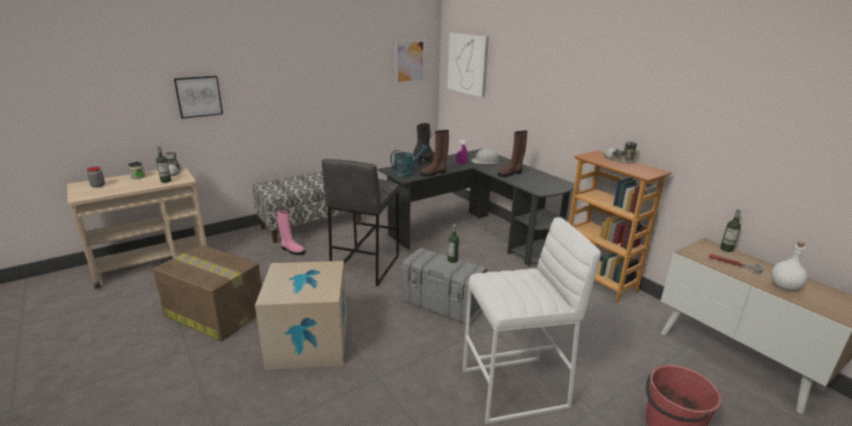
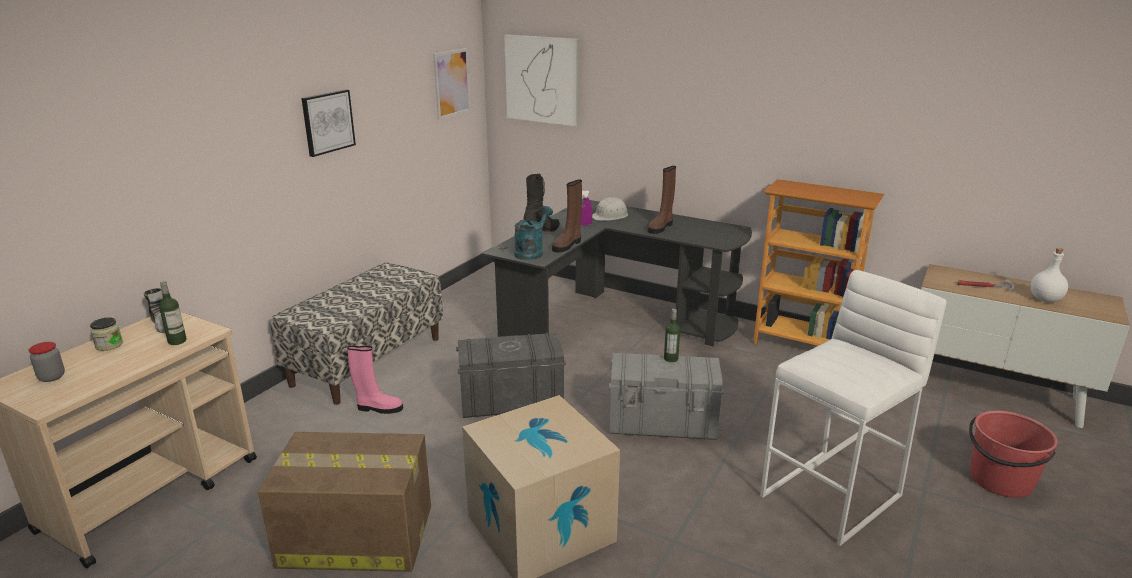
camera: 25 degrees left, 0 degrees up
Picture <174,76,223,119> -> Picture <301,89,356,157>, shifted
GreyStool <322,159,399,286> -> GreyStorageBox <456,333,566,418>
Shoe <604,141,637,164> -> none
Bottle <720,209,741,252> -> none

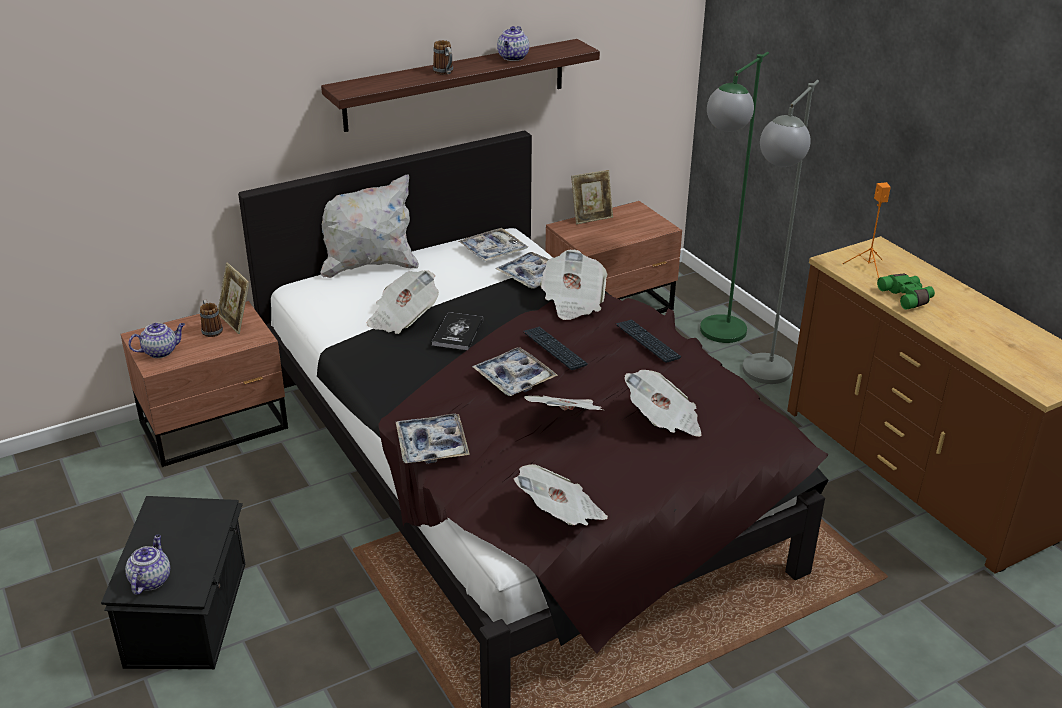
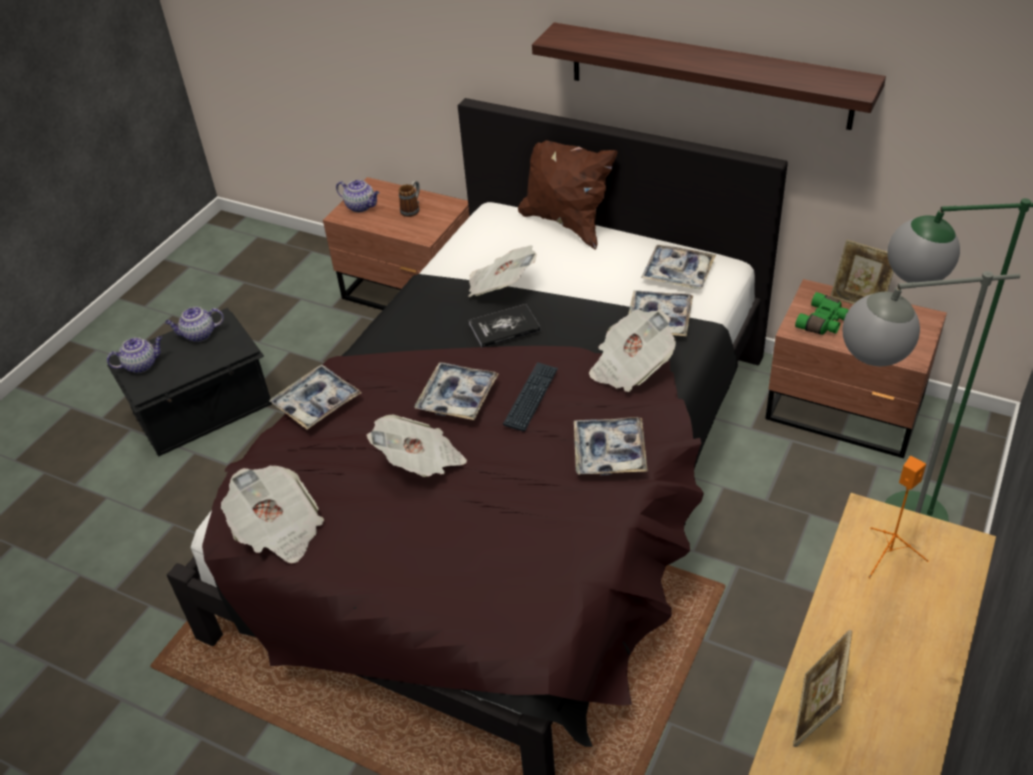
camera: 60 degrees right, 10 degrees up
PictureFrame <218,263,249,334> -> PictureFrame <793,630,852,747>, shifted
WhitePillow <321,175,419,278> -> BrownPillow <518,140,618,249>
Mug <433,40,453,75> -> none
Teapot <497,26,529,61> -> Teapot <165,307,224,342>, shifted
Keyboard <615,320,681,363> -> Tray <574,417,648,476>
Newspaper <624,370,702,437> -> none
GreenBinoculars <877,274,935,310> -> GreenBinoculars <795,292,849,335>, shifted

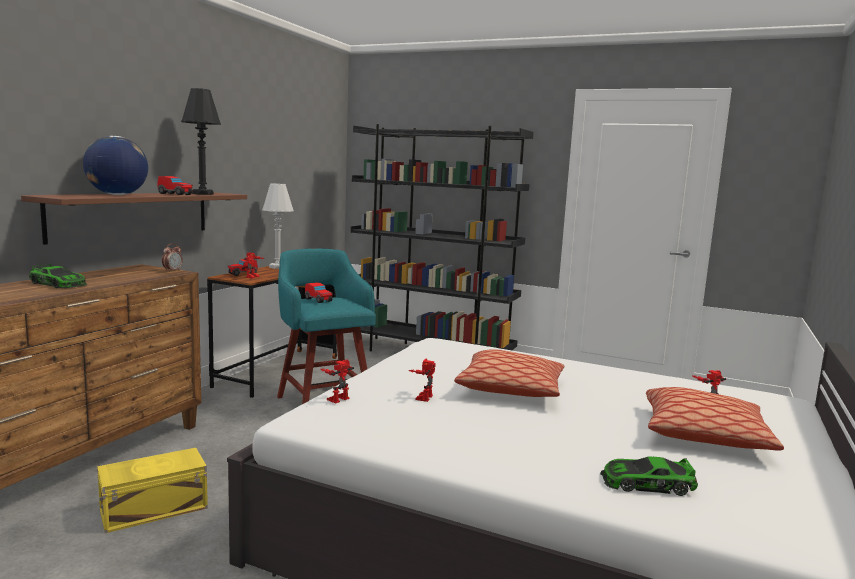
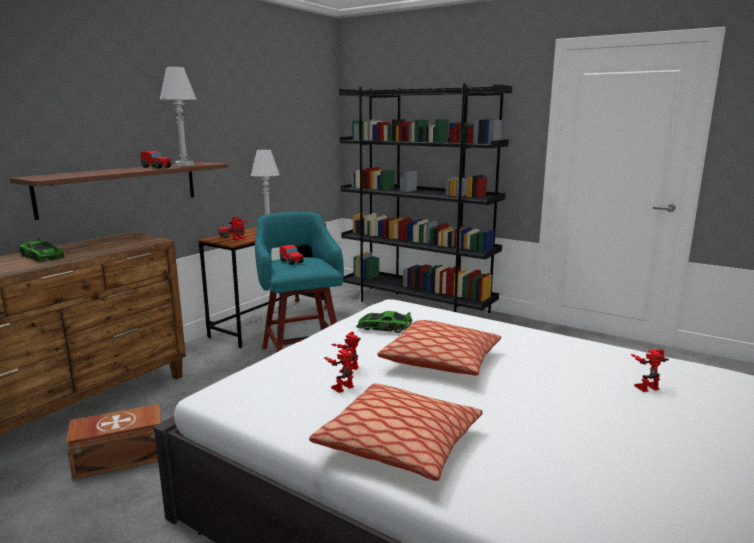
camera: 10 degrees right, 5 degrees up
Globe <83,136,148,195> -> none
YellowStorageBox <97,448,208,533> -> BrownStorageBox <66,404,161,480>
AlarmClock <162,243,183,272> -> none
BlackTableLamp <181,88,221,195> -> WhiteTableLamp <160,67,196,166>
ToyRobot <321,360,354,403> -> ToyRobot <324,347,358,393>, shifted
ToyCar <600,457,698,496> -> ToyCar <356,311,412,333>, shifted
Pillow <646,387,784,451> -> Pillow <309,383,483,481>, shifted

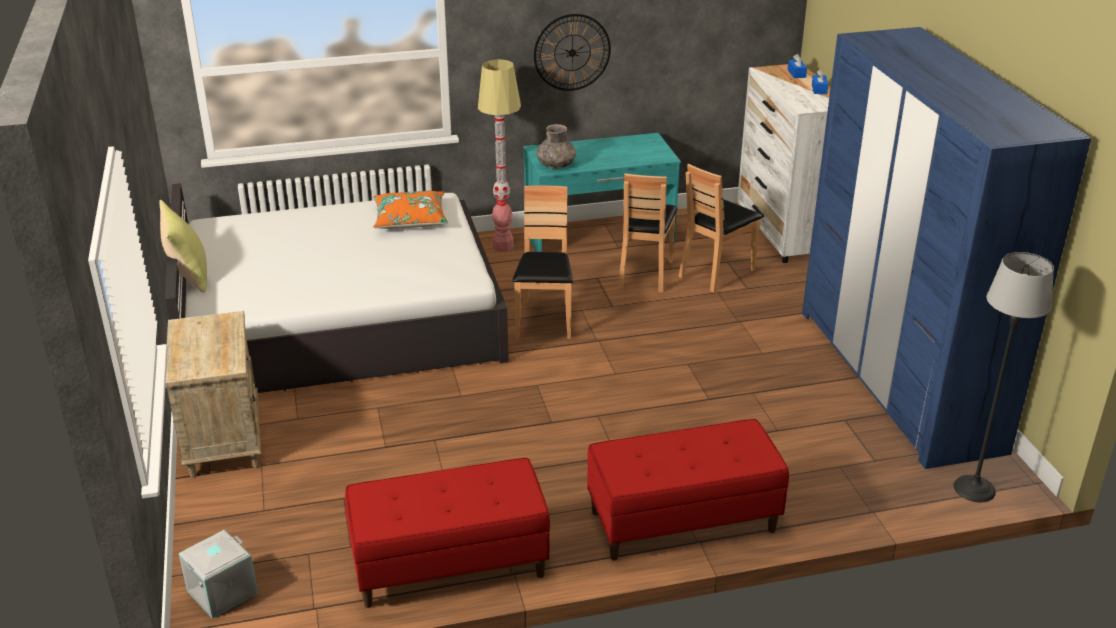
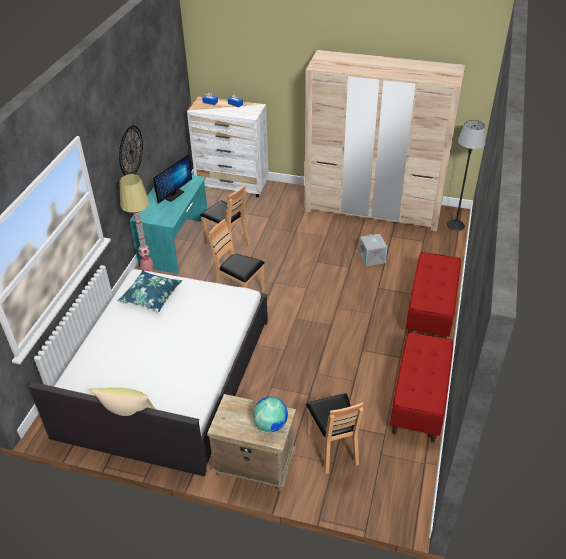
camera: 60 degrees left, 10 degrees up
GreyStorageBox <179,530,258,619> -> GreyStorageBox <359,234,387,266>, shifted
OrangePillow <373,191,448,229> -> BluePillow <118,270,182,312>
GreyVase <537,124,576,168> -> none
BrownChair <679,164,763,293> -> BrownChair <306,393,363,474>, shifted
BlueWardrobe <802,27,1091,469> -> BeigeWardrobe <305,50,465,231>
none -> Monitor <153,154,192,204>
none -> Globe <253,397,288,432>

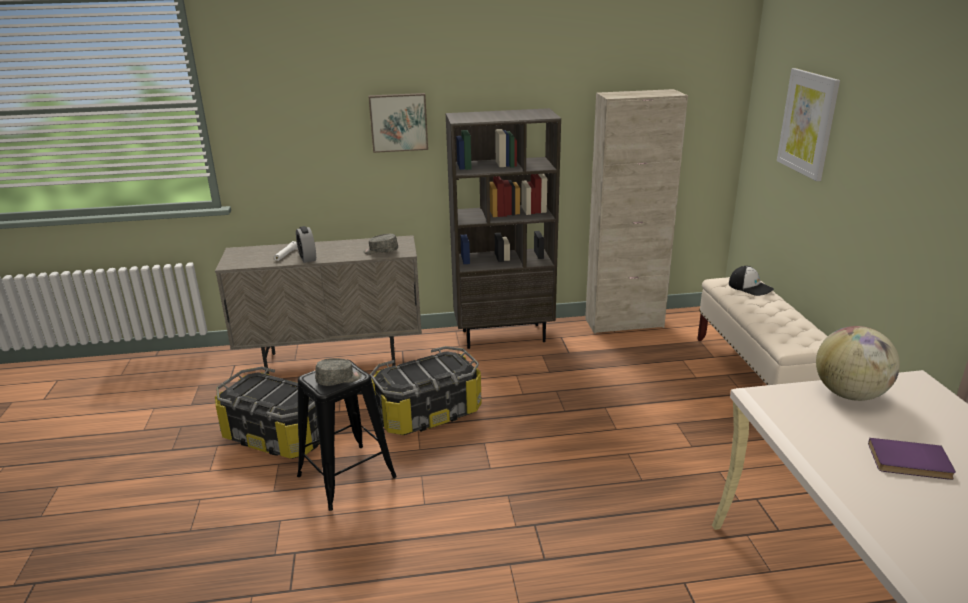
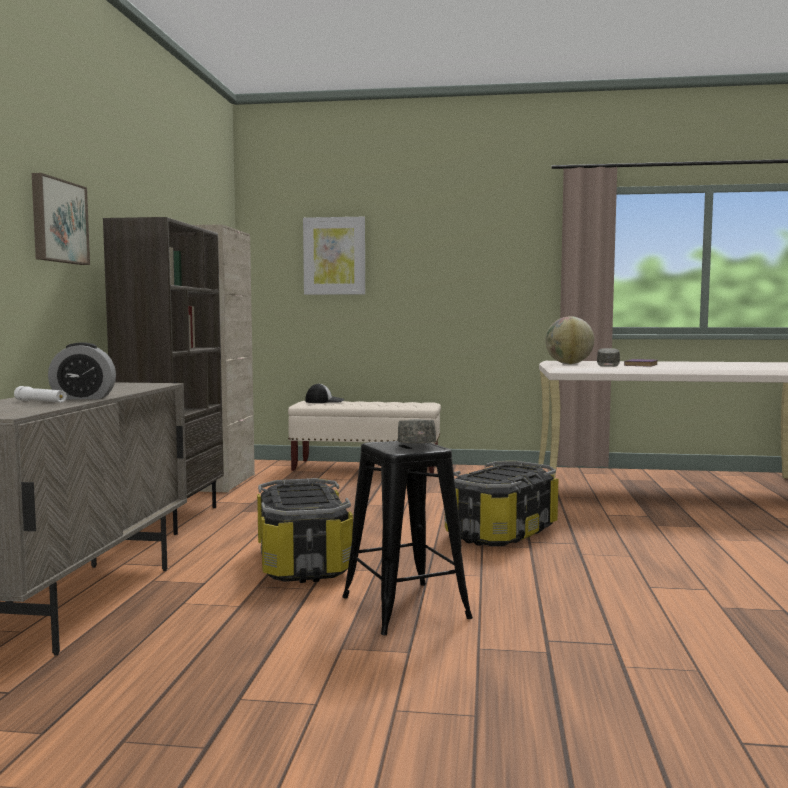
camera: 75 degrees left, 20 degrees down
StorageBox <215,367,320,459> -> StorageBox <444,461,558,546>, shifted
GreyCap <363,234,398,255> -> GreyCap <597,348,620,367>, shifted

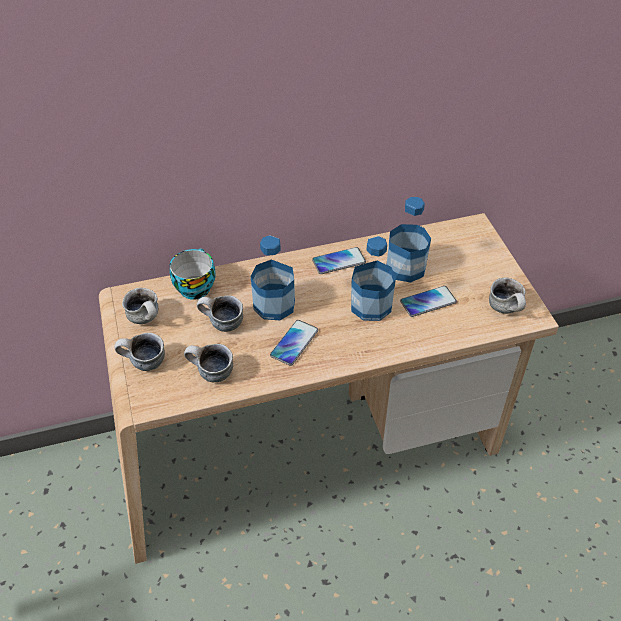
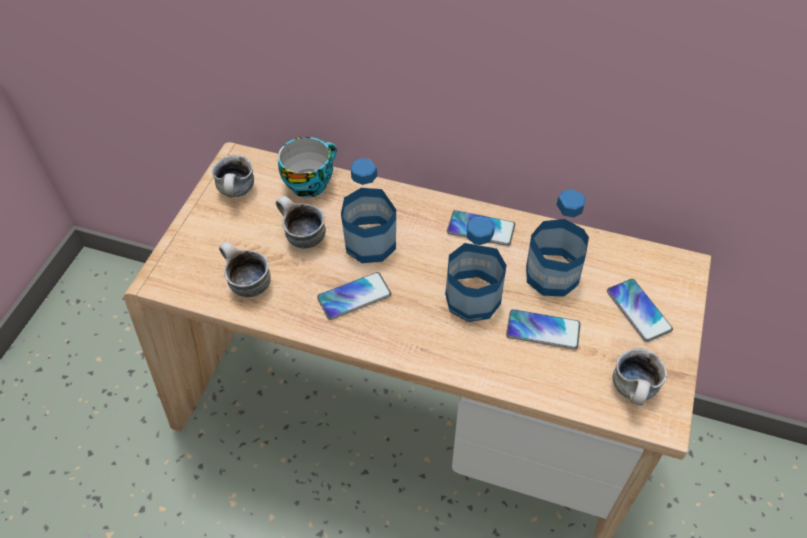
camera: 35 degrees right, 5 degrees up
Mug <114,333,165,371> -> none
none -> Phone <607,279,673,342>

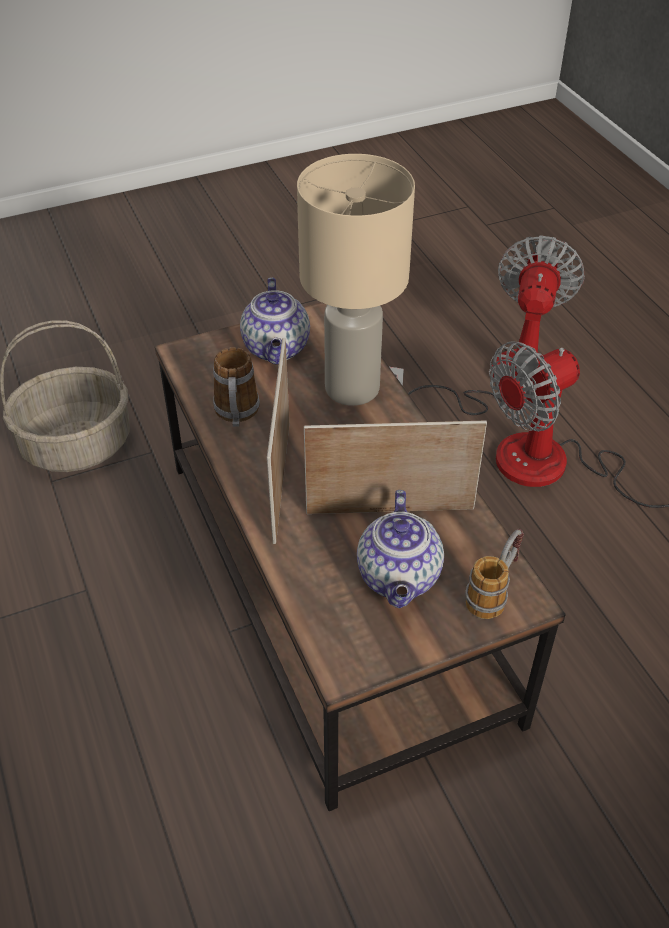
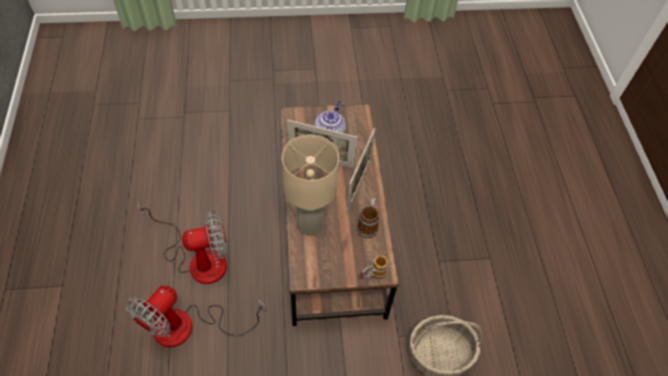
camera: 165 degrees left, 10 degrees up
Teapot <240,277,310,364> -> none
Mug <465,529,524,619> -> Mug <360,255,389,279>, shifted

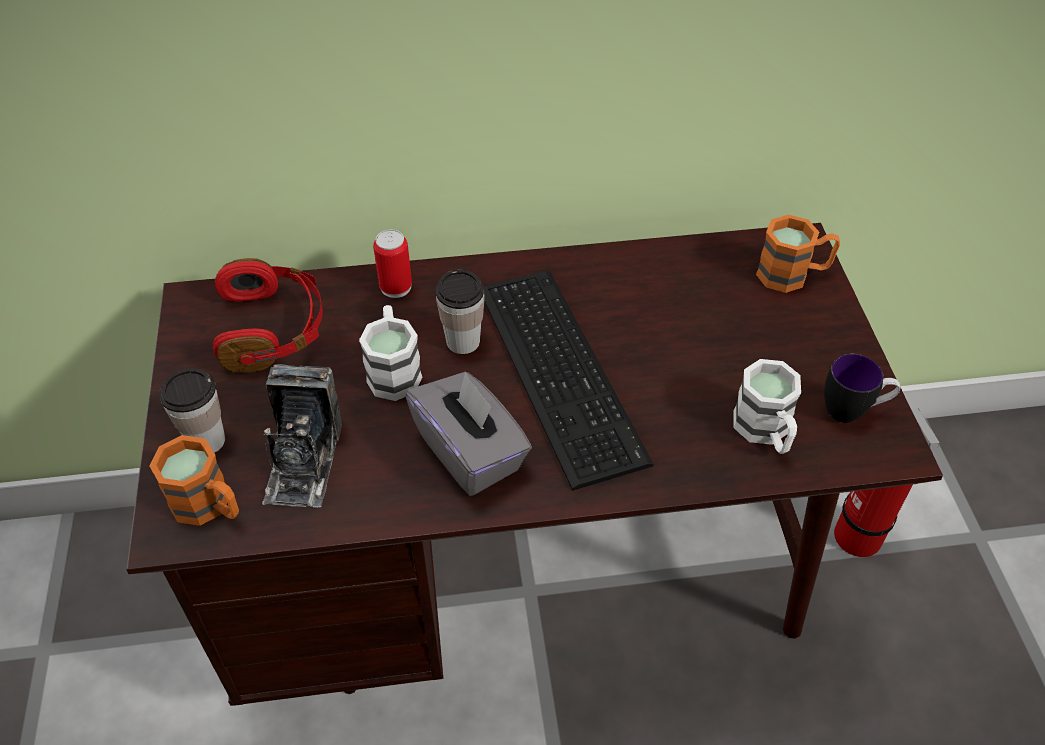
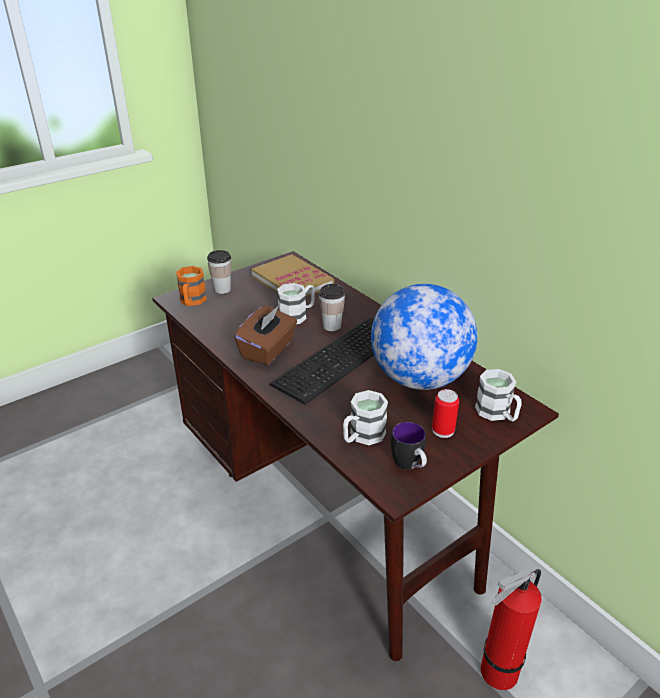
camera: 60 degrees right, 15 degrees down
RedHeadphones <213,258,323,373> -> Book <252,254,334,297>
PhotoCamera <262,364,342,508> -> none
Can <373,229,412,298> -> Can <432,389,459,438>, shifted
GreyTissueBox <405,372,532,496> -> BrownTissueBox <234,305,297,365>
OrangeMug <756,215,840,293> -> WhiteMug <475,369,522,421>
none -> Globe <371,284,478,390>

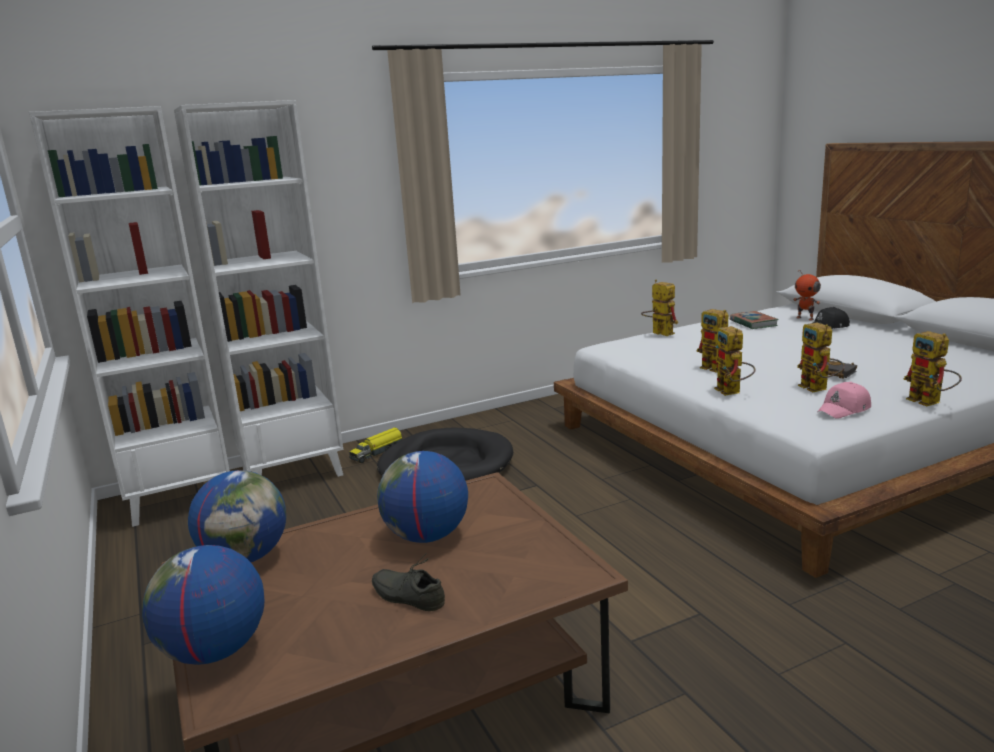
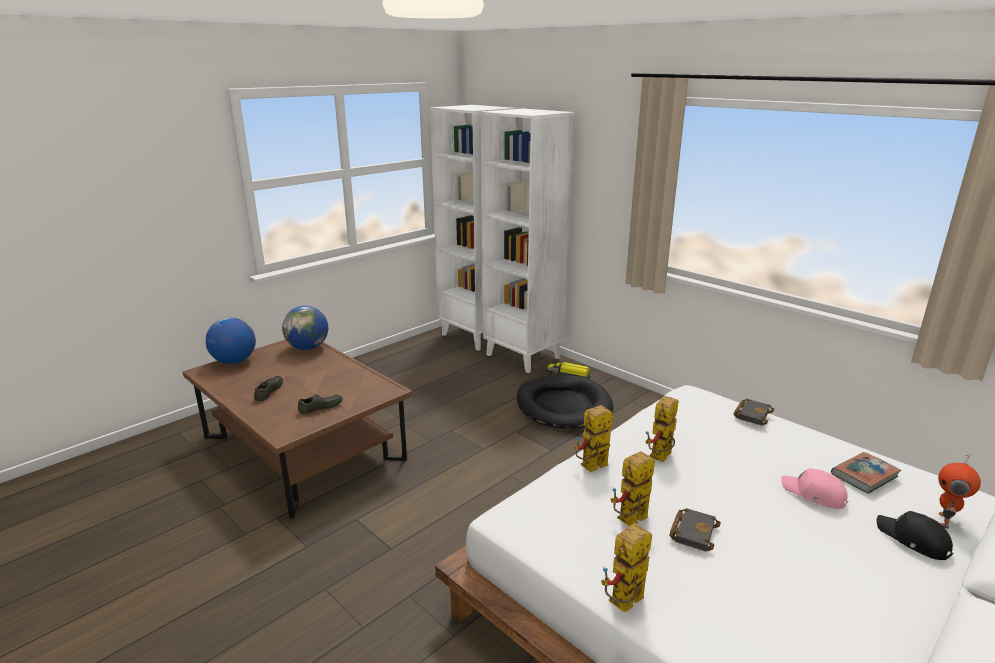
camera: 70 degrees right, 5 degrees up
Globe <377,451,468,543> -> none
ToyRobot <641,279,678,336> -> BlackBook <734,399,774,425>
PinkCap <817,382,871,419> -> PinkCap <781,468,848,509>, shifted
none -> GreyShoe <298,394,343,414>

